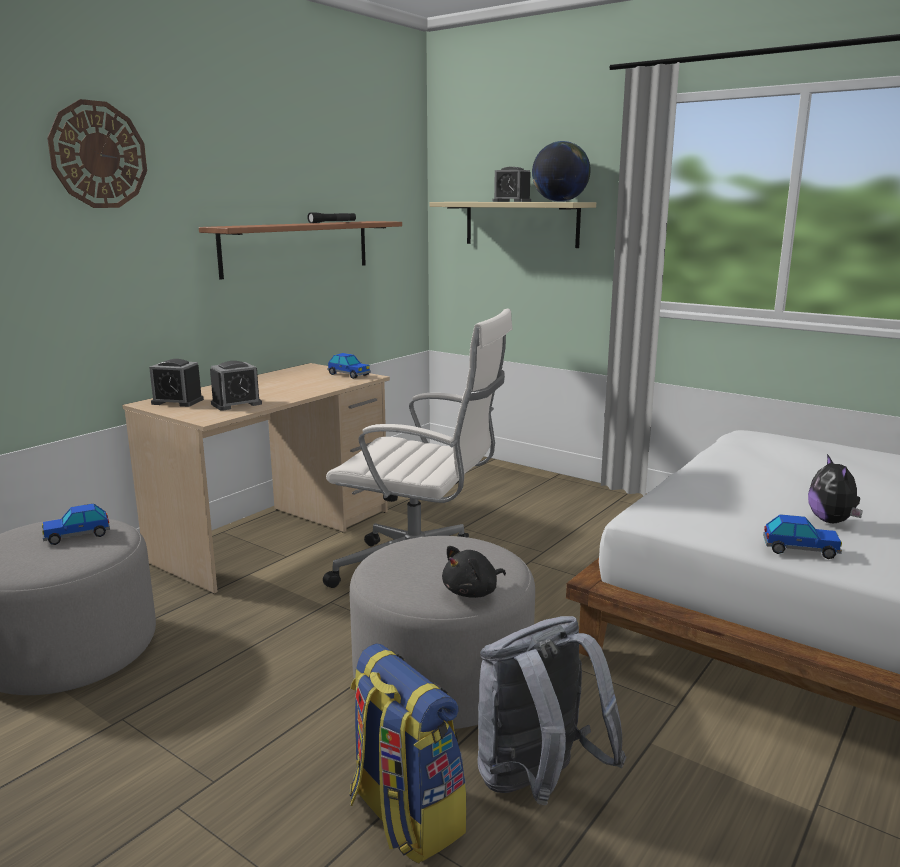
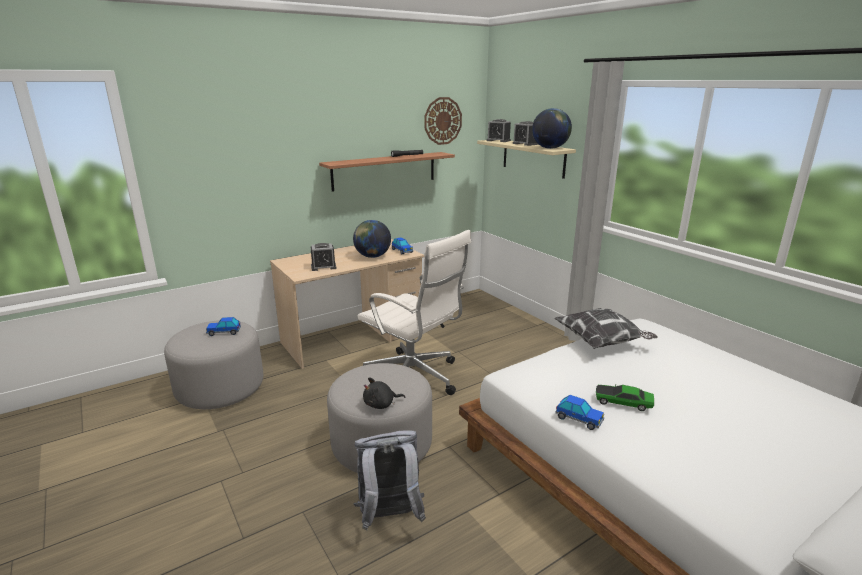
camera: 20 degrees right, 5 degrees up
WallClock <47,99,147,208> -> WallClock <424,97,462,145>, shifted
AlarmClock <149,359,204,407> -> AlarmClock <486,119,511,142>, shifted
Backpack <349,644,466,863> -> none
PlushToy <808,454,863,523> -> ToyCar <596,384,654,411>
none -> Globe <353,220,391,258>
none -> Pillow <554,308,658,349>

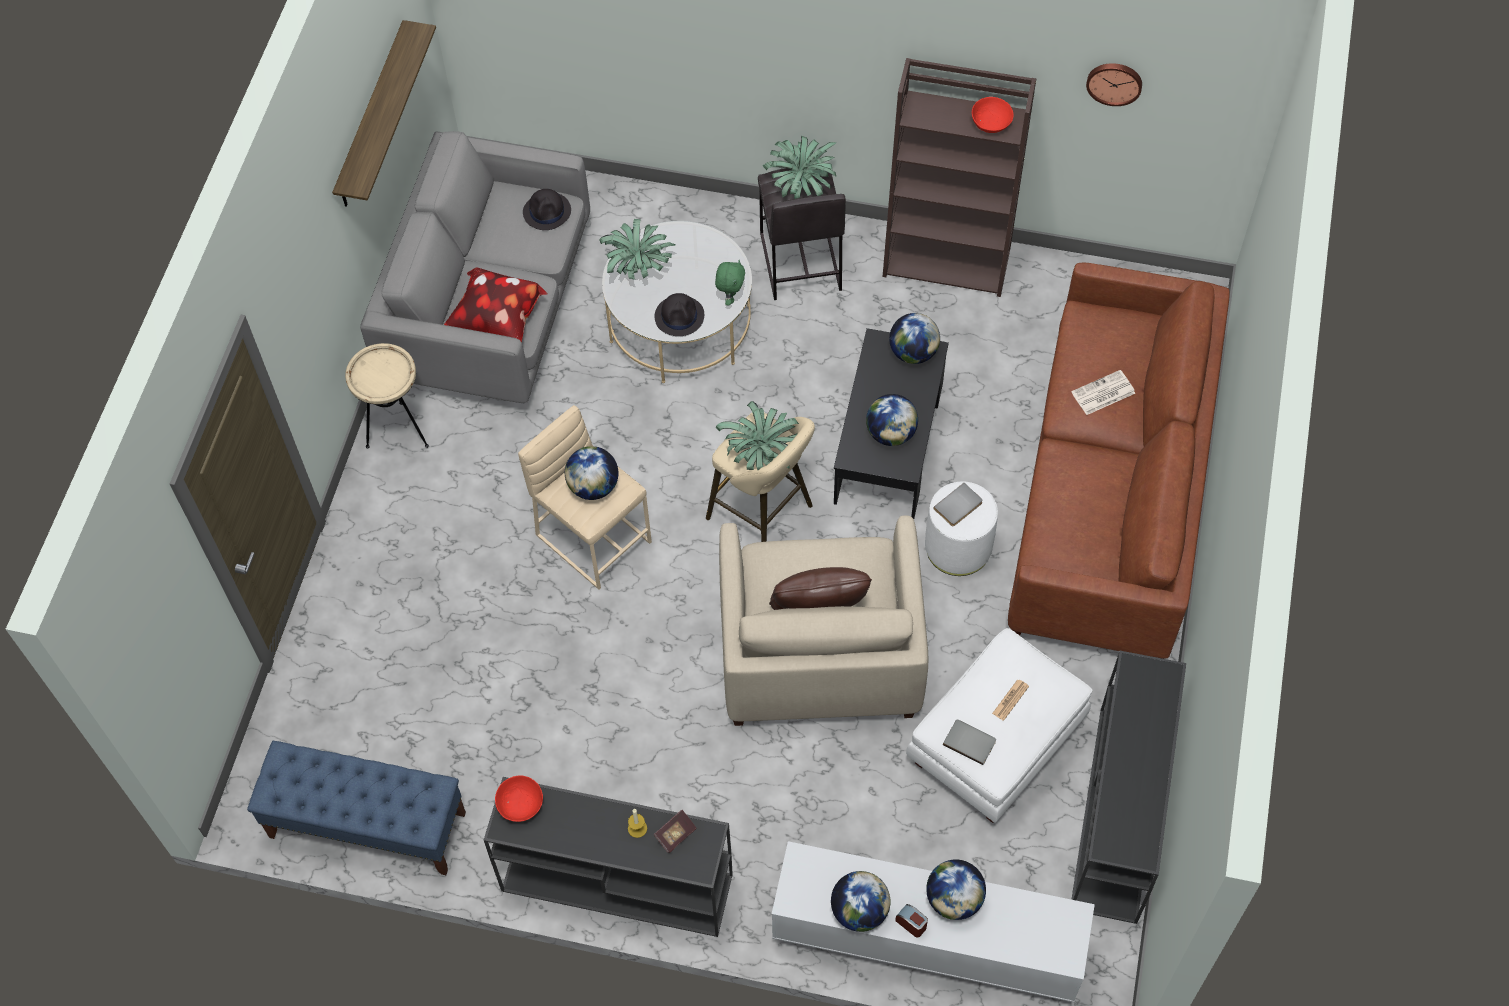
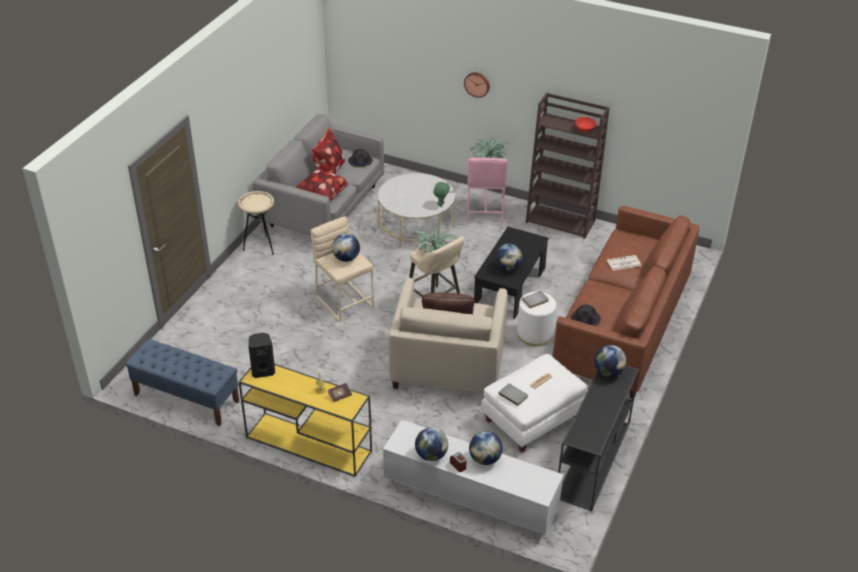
camera: 10 degrees right, 20 degrees down
Shelf <332,20,436,207> -> none
BlackConsoleTable <484,777,733,937> -> YellowConsoleTable <239,364,372,477>
RedBowl <495,776,543,822> -> BlackSpeaker <248,333,275,378>
PottedPlant <599,219,676,280> -> none
BlackHat <655,293,704,336> -> BlackHat <571,304,601,326>, shifted
GreyStool <758,168,846,300> -> PinkStool <467,157,507,225>
Globe <889,313,940,364> -> Globe <594,345,626,377>, shifted
WallClock <1086,63,1142,106> -> WallClock <464,72,490,98>, shifted
none -> Pillow <311,128,345,174>

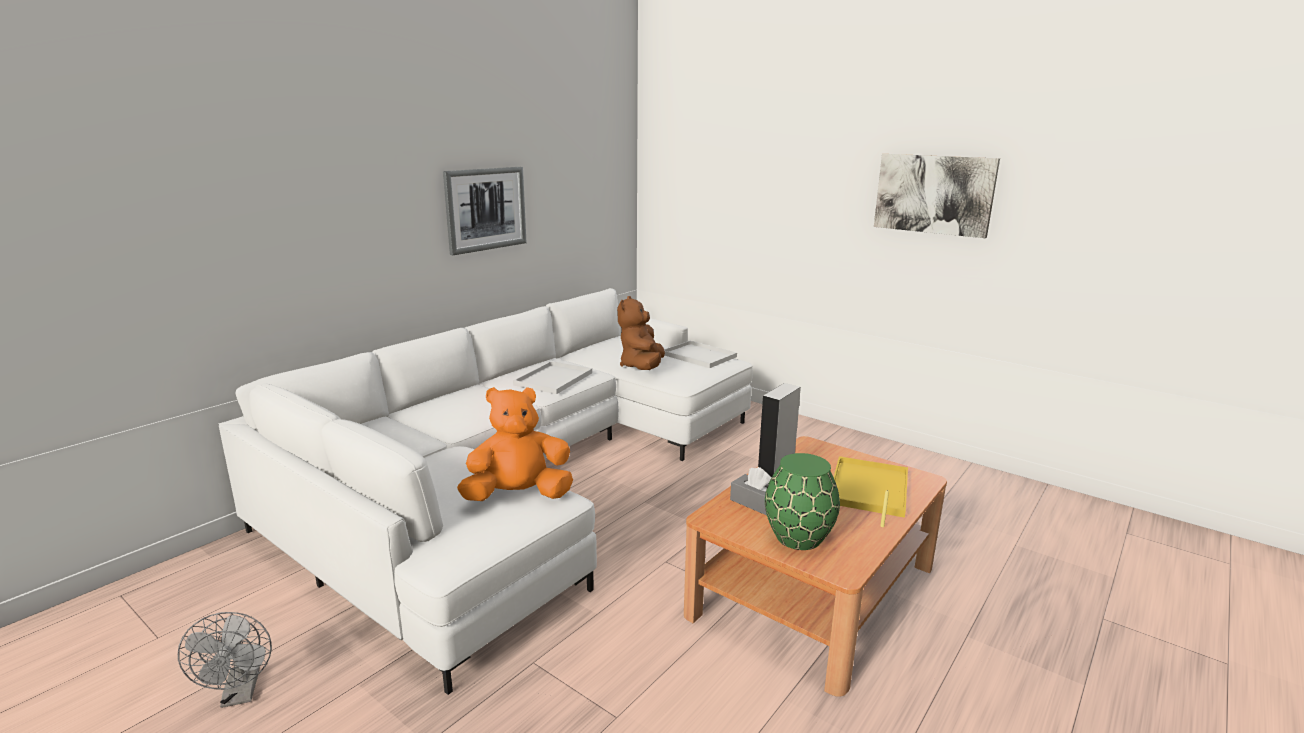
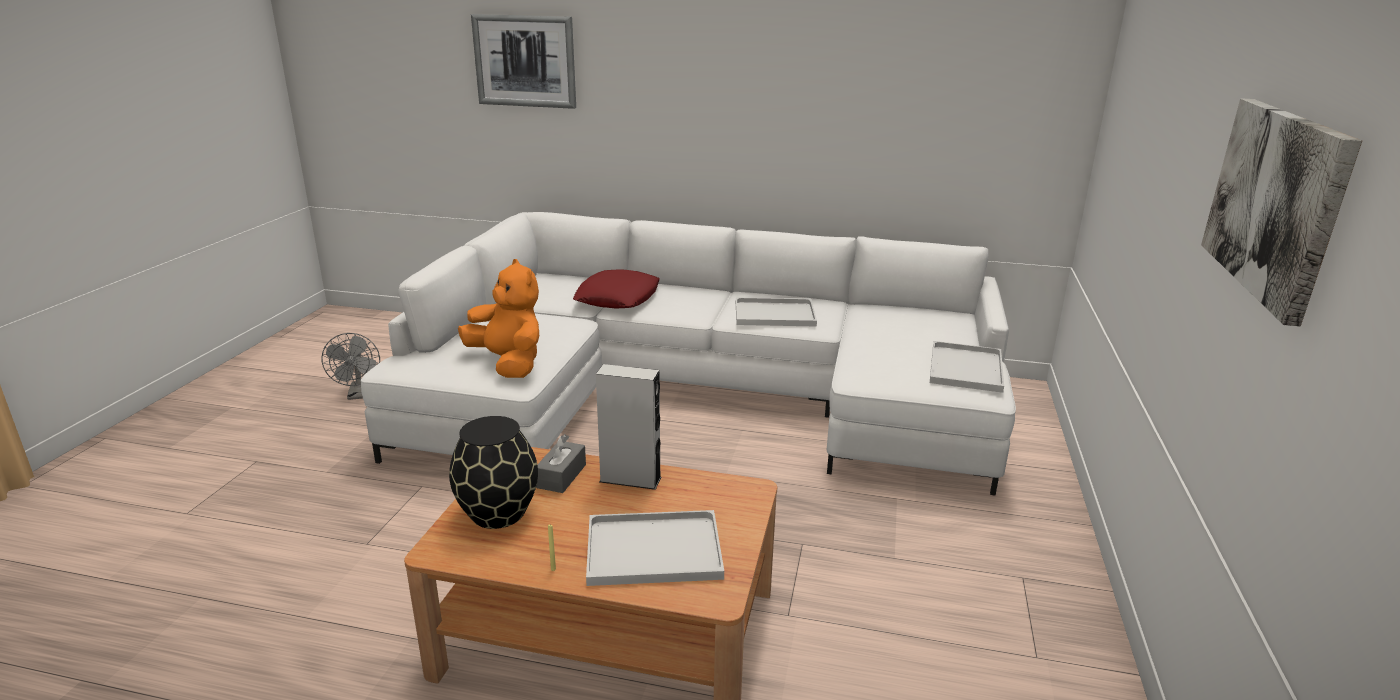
camera: 65 degrees right, 5 degrees up
GreyFan <178,612,272,708> -> GreyFan <322,333,380,400>, 60 degrees counterclockwise
Picture <443,167,527,255> -> Picture <471,14,576,109>, shifted
BrownPlushToy <617,296,665,370> -> none
GreenVase <765,453,840,550> -> BlackVase <449,416,538,529>
YellowTray <834,456,908,518> -> WhiteTray <586,510,724,586>
none -> RedPillow <573,269,660,309>

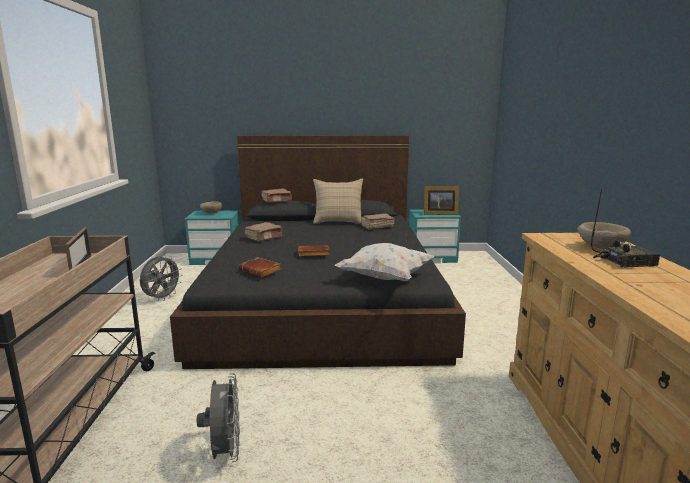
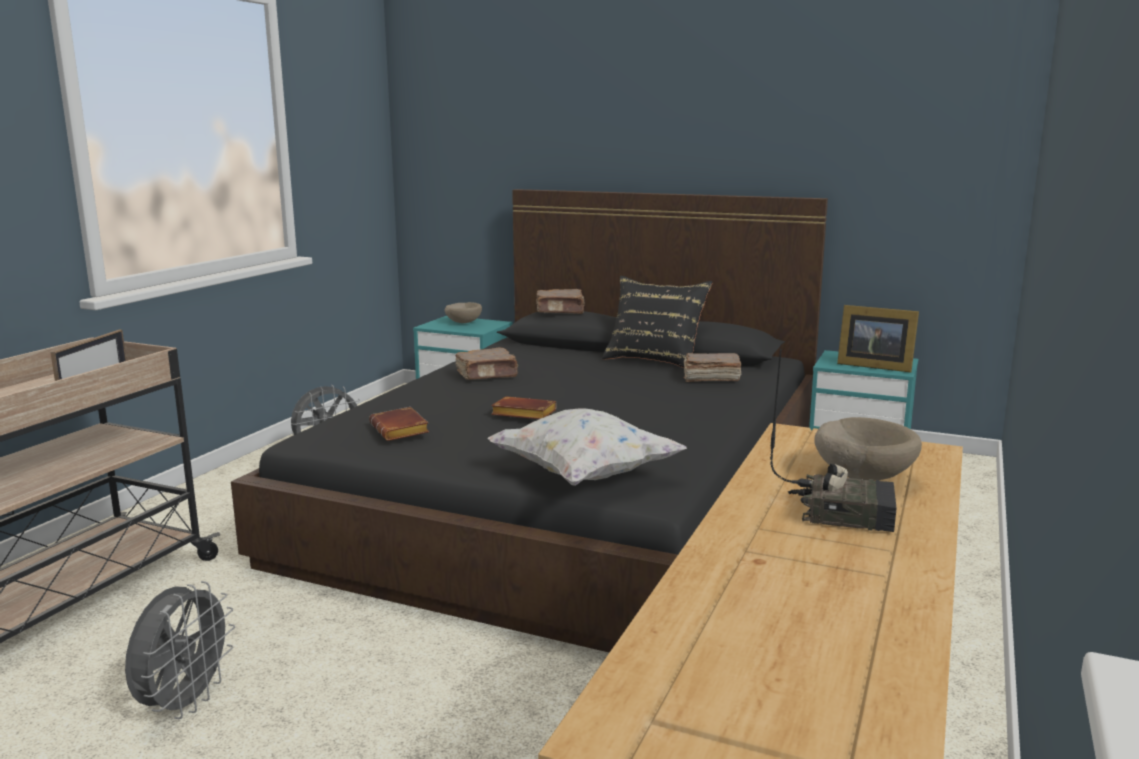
camera: 25 degrees right, 0 degrees up
BeigePillow <313,179,363,224> -> BlackPillow <602,276,713,368>

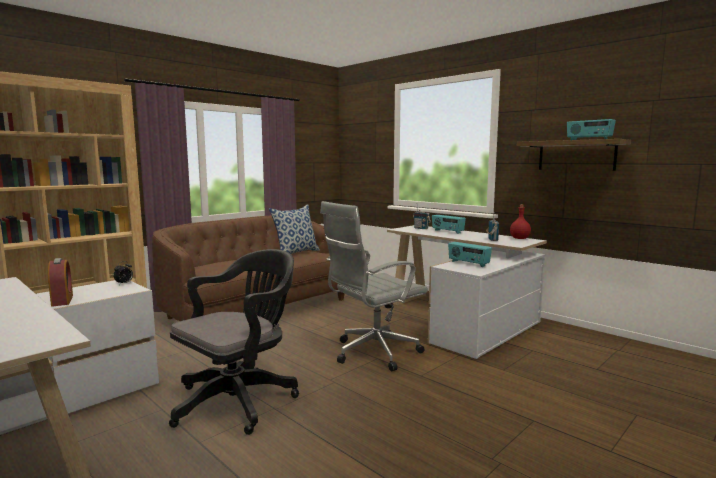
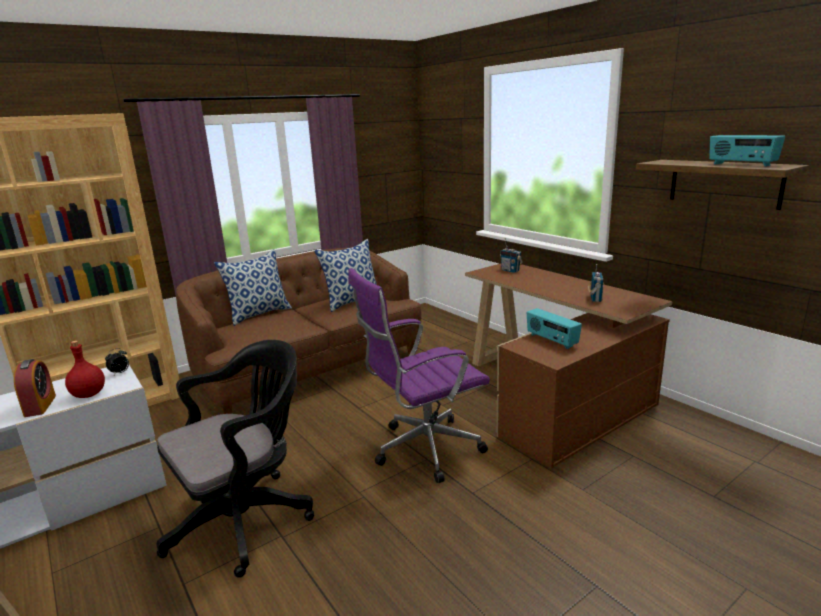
camera: 10 degrees right, 10 degrees up
GreyOfficeChair <320,201,428,372> -> PurpleOfficeChair <348,268,490,483>
WhiteDesk <387,225,547,359> -> BrownDesk <465,263,672,469>
Radio <432,215,466,234> -> none
RedBottle <510,205,531,239> -> RedBottle <65,341,105,398>, shifted
none -> Pillow <214,249,292,326>

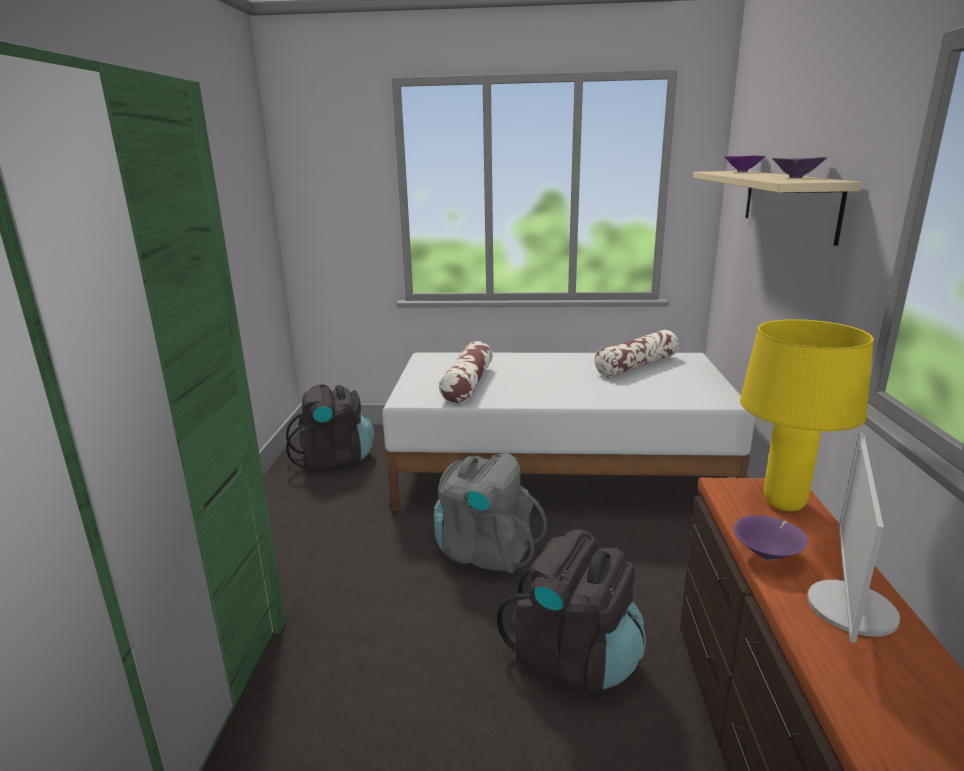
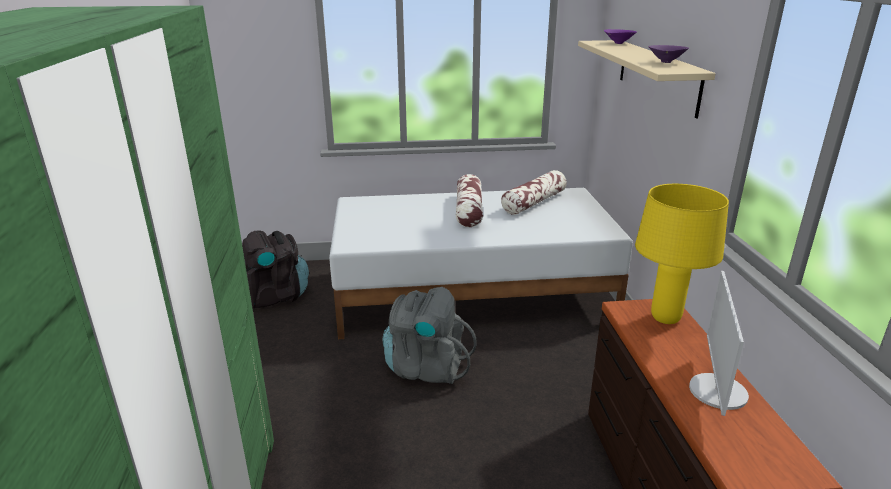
camera: 10 degrees left, 5 degrees up
Pillow <439,341,493,403> -> Pillow <456,174,483,227>, shifted
BlackBackpack <497,529,646,692> -> none
PurpleBowl <734,515,808,560> -> none

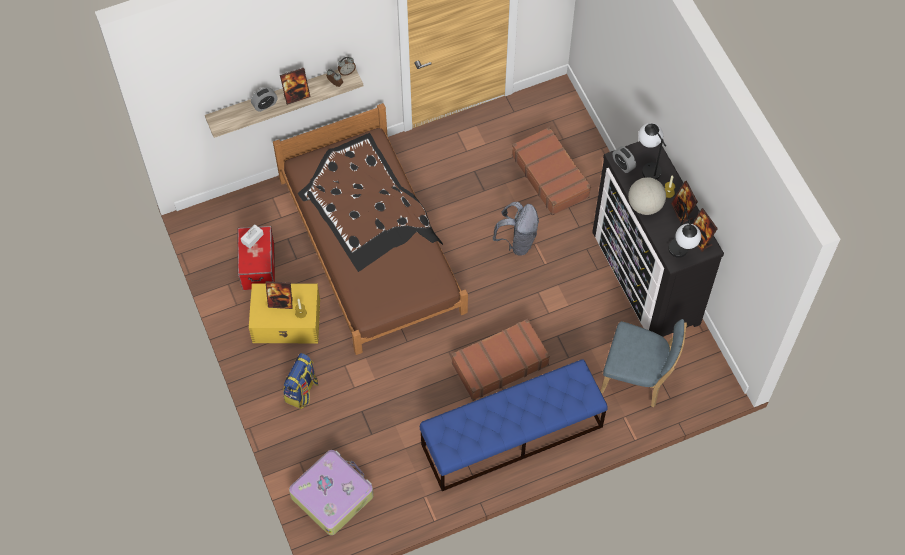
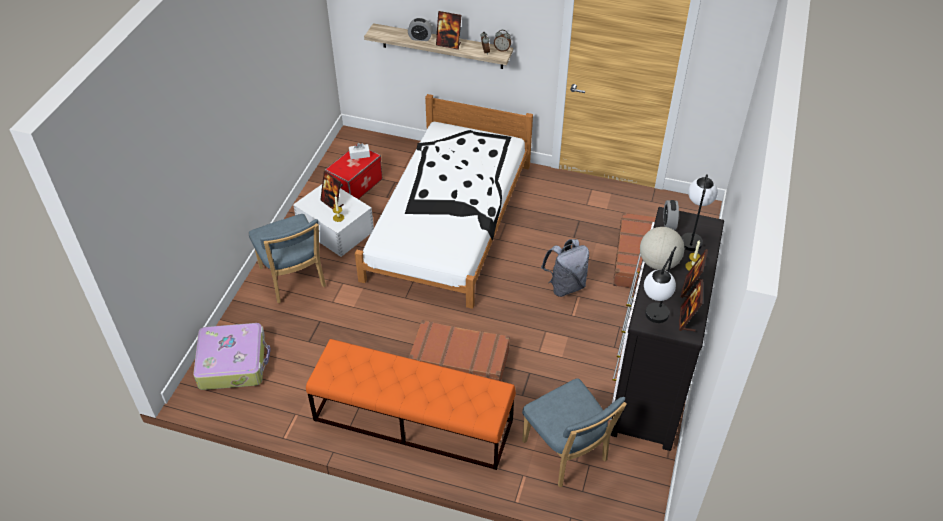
camera: 40 degrees right, 15 degrees down
YellowStorageBox <249,284,320,343> -> WhiteStorageBox <293,184,374,257>
BrownBed <273,103,468,355> -> WhiteBed <355,94,533,309>
Backpack <283,353,318,409> -> BlueChair <249,214,326,303>
BlueBench <420,359,608,491> -> OrangeBench <306,339,516,470>

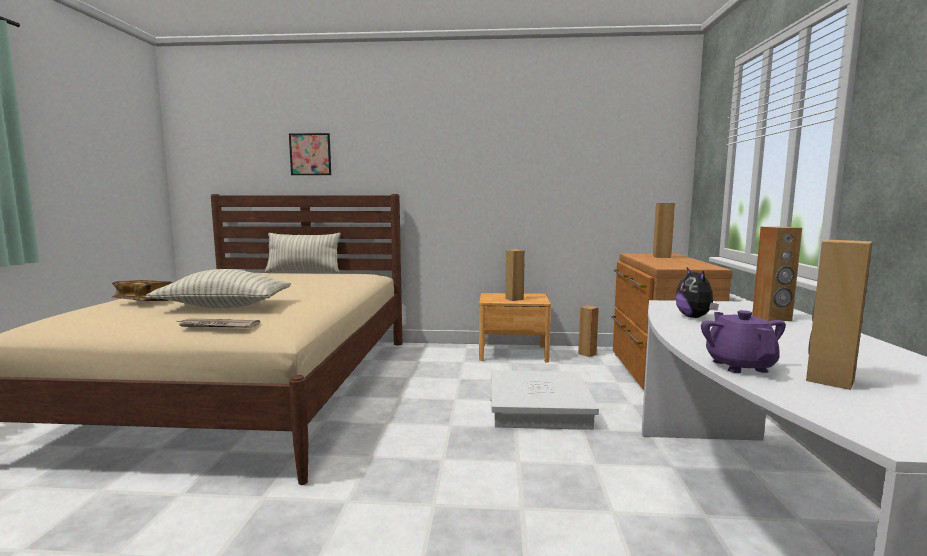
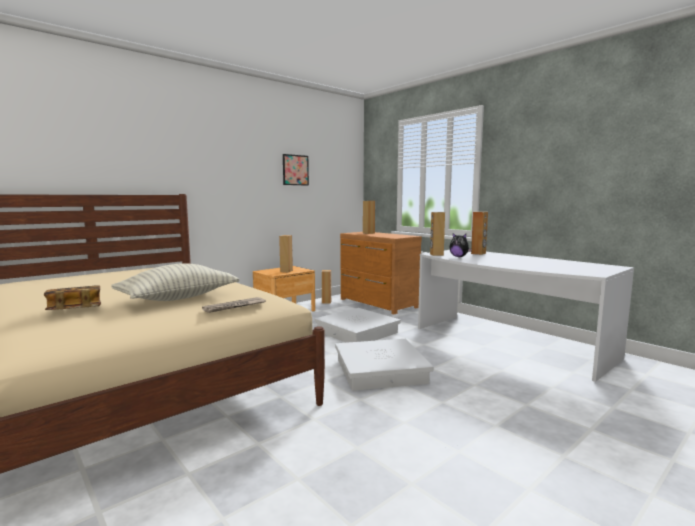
camera: 45 degrees left, 0 degrees up
Pillow <265,233,341,273> -> none
Picture <289,133,331,175> -> Picture <283,154,309,186>, shifted
PurpleTeapot <701,310,786,373> -> none
BrownSpeaker <806,239,873,390> -> BrownSpeaker <430,212,445,256>, shifted
none -> WhiteStorageBox <335,339,433,391>

